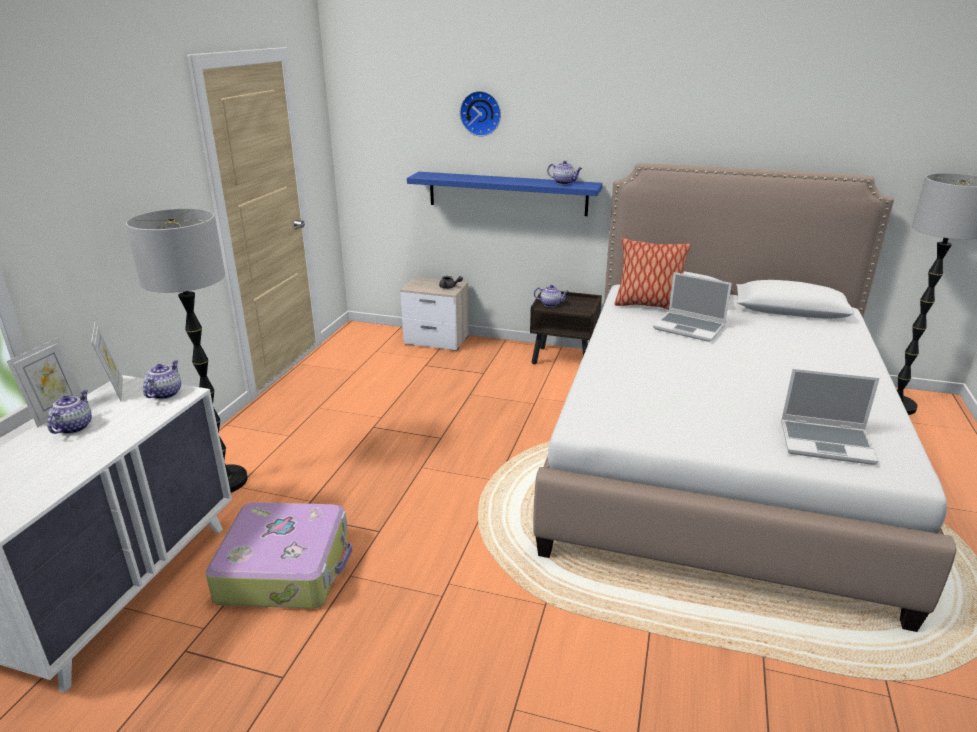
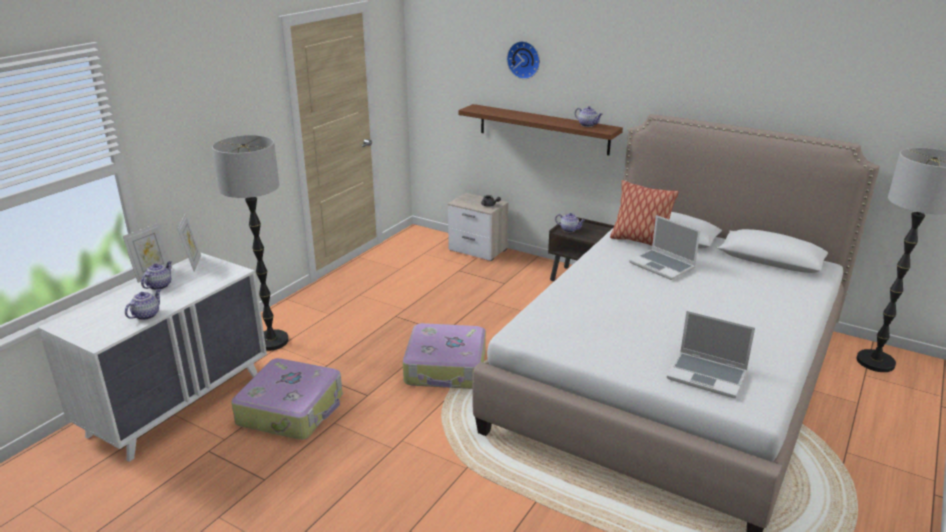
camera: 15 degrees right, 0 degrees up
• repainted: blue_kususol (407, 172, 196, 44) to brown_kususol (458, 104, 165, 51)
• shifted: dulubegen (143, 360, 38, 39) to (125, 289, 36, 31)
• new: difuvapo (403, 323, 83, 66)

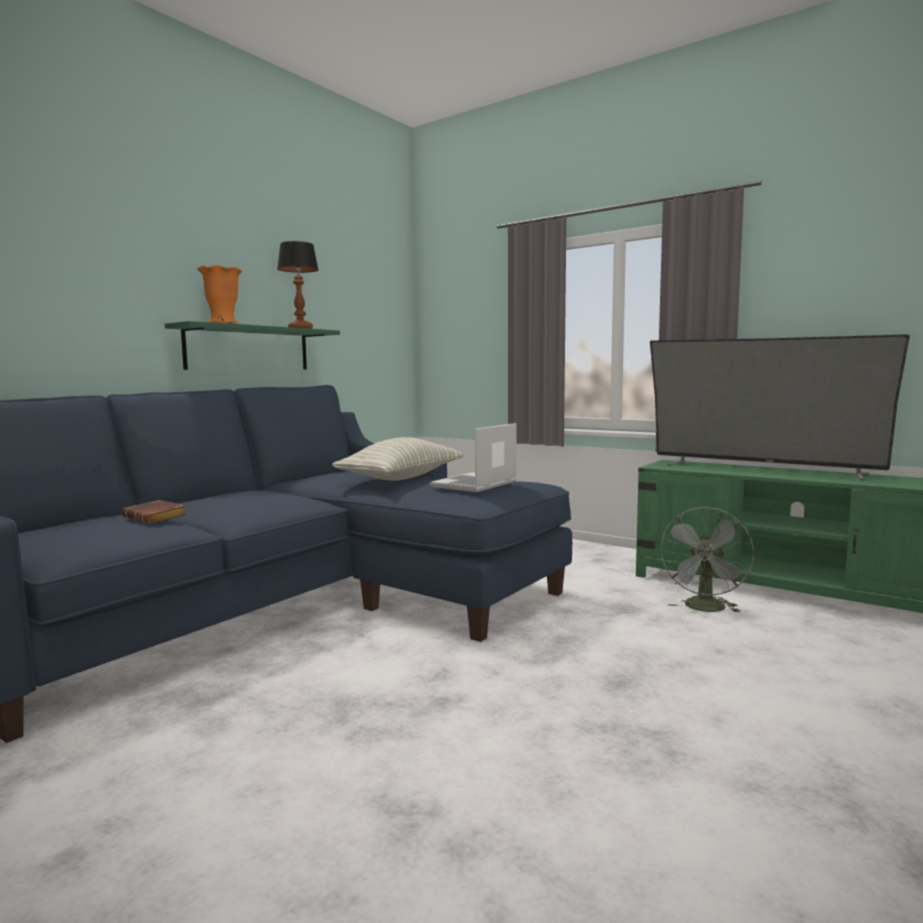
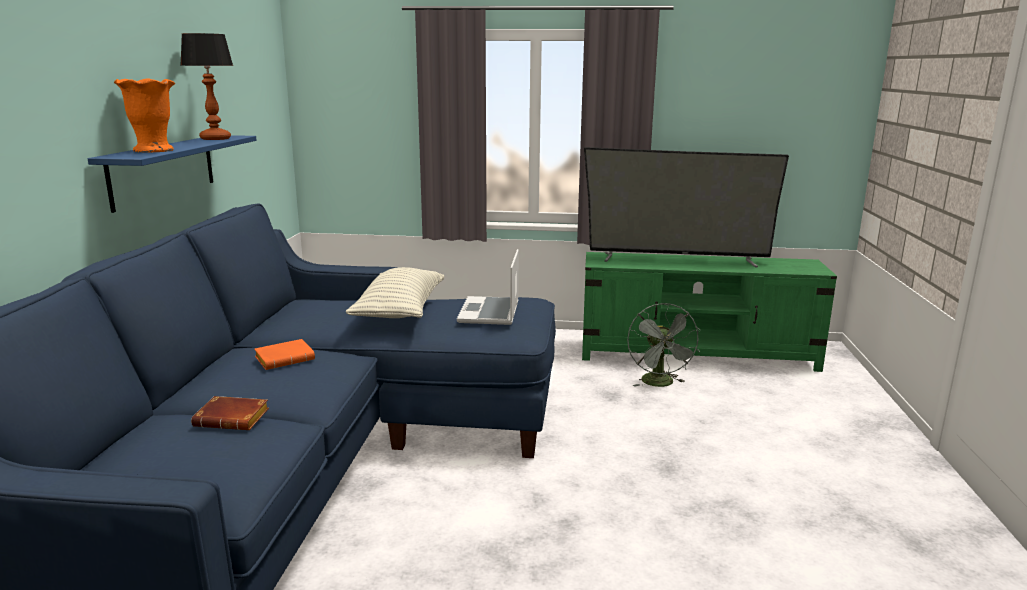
camera: 30 degrees left, 10 degrees up
• repainted: green_kususol (165, 321, 175, 49) to blue_kususol (88, 135, 168, 78)
• new: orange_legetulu (254, 339, 61, 31)

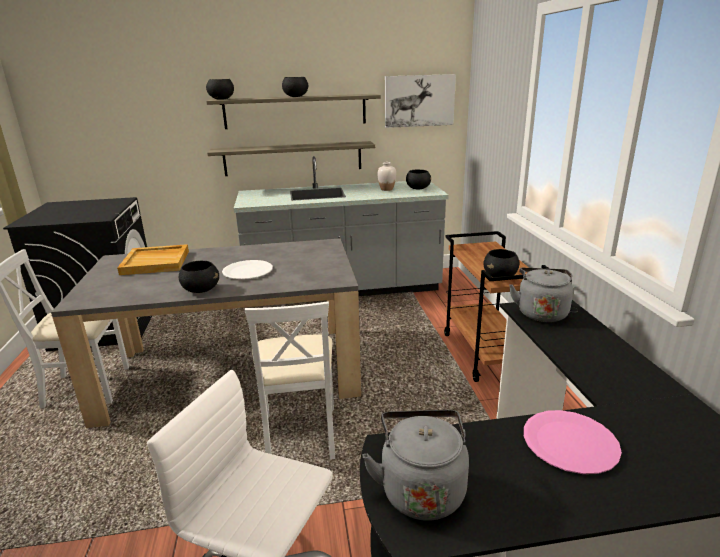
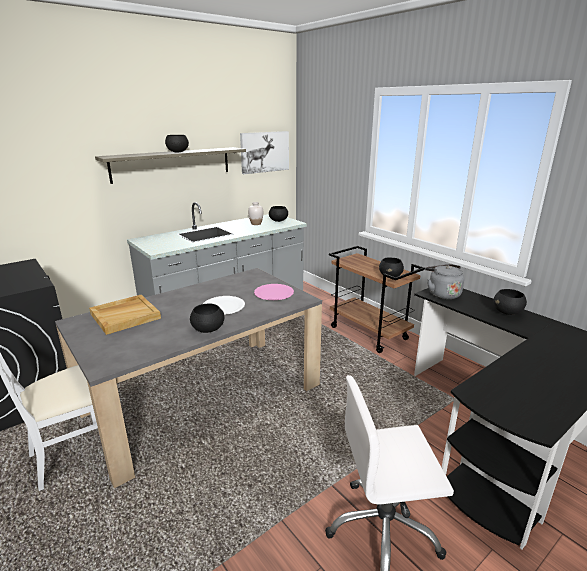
camera: 30 degrees left, 0 degrees up
• shifted: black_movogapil (206, 79, 28, 21) to (493, 289, 34, 26)
• gone: kususol (207, 141, 168, 35)
• gone: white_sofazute (245, 301, 90, 159)
• gone: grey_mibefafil (362, 410, 107, 111)
• shifted: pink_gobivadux (524, 410, 98, 64) to (254, 284, 40, 16)

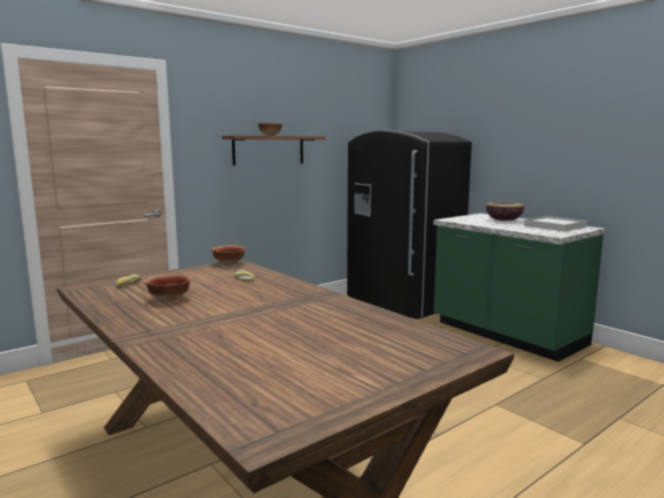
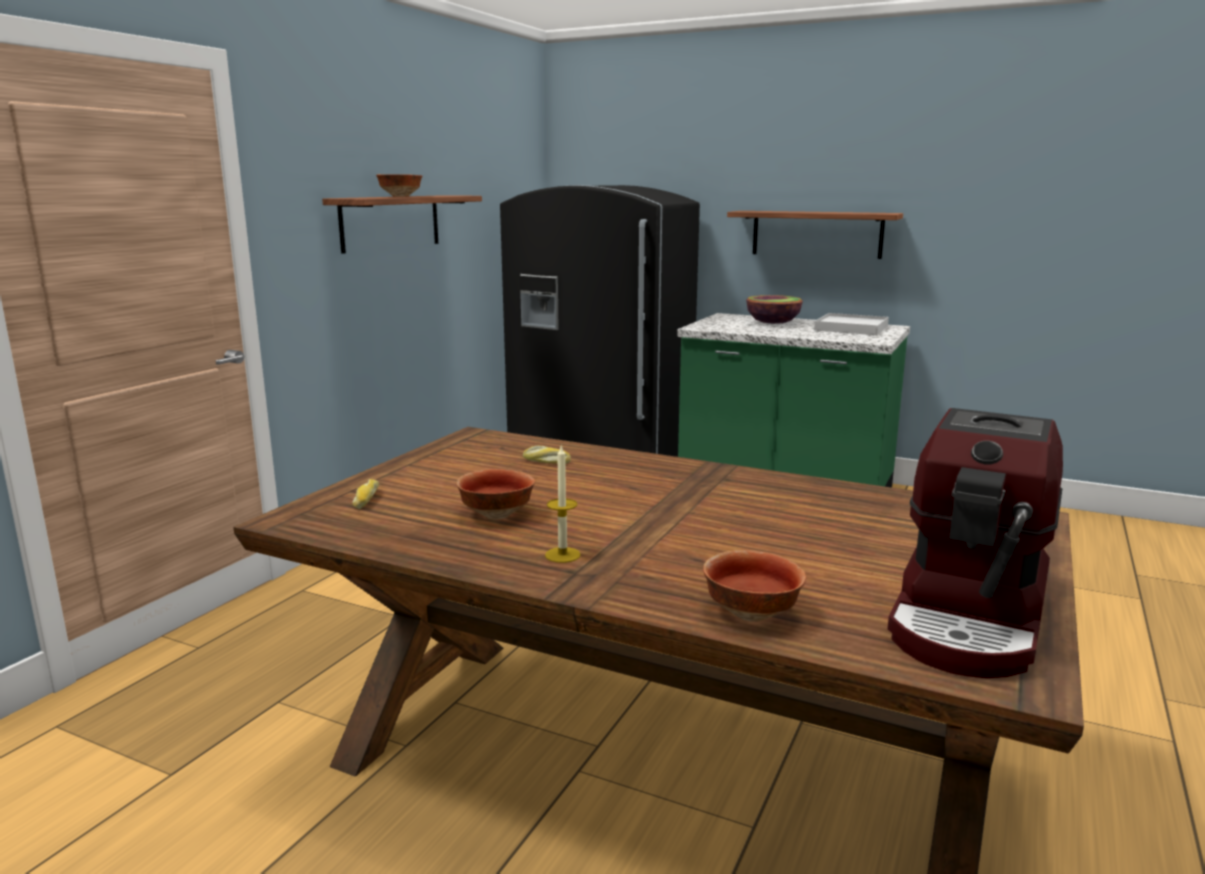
camera: 25 degrees left, 5 degrees up
• shifted: movogapil (211, 245, 34, 20) to (703, 550, 103, 72)
• new: kususol (727, 211, 176, 48)
• new: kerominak (887, 408, 176, 270)
• new: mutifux (545, 444, 36, 119)

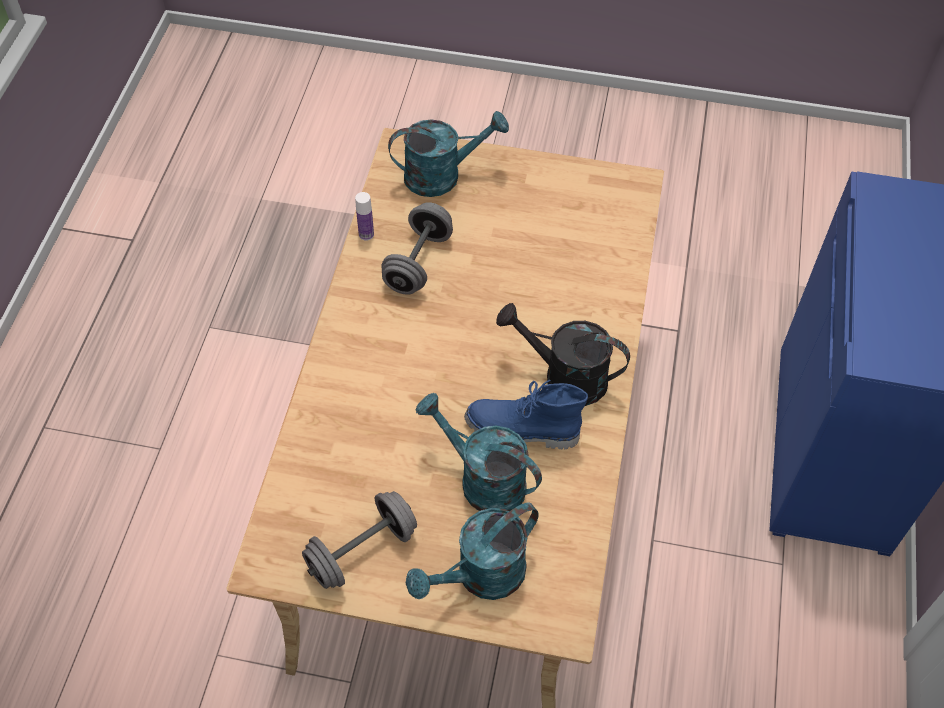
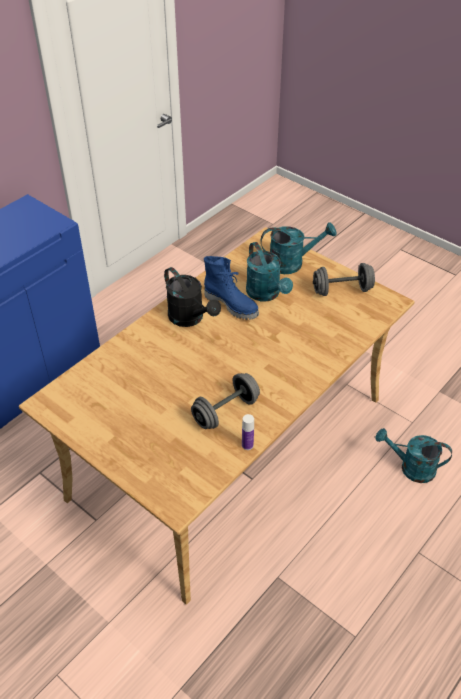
camera: 150 degrees left, 10 degrees down
• shifted: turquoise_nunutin (388, 111, 121, 86) to (375, 428, 77, 55)

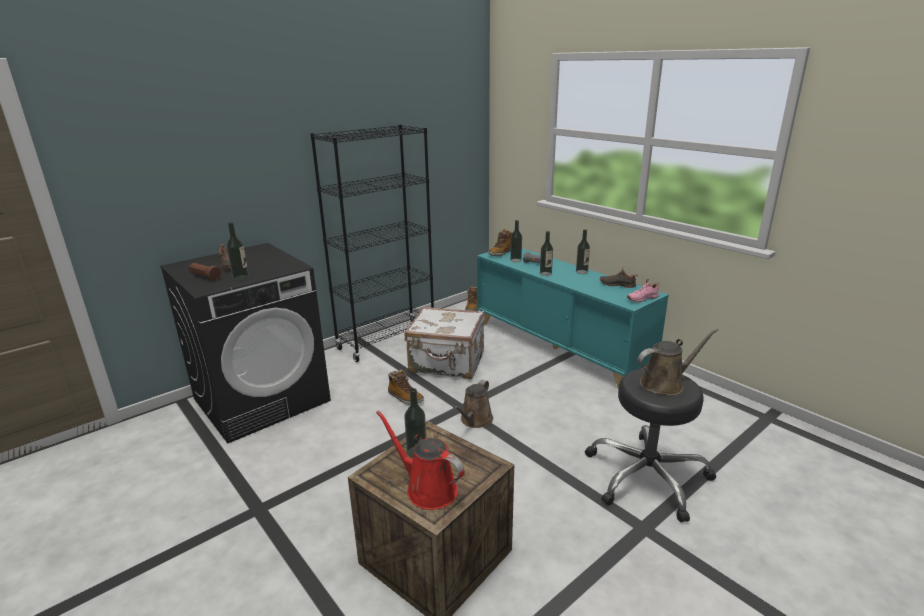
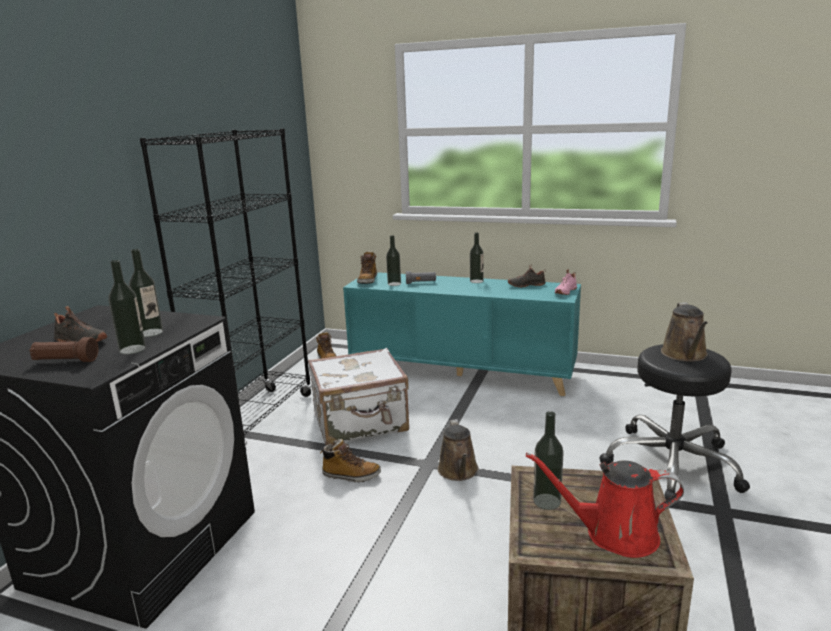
camera: 30 degrees left, 5 degrees down
• shifted: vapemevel (540, 231, 13, 45) to (129, 249, 34, 88)
• rotated: brown_nunutin (638, 328, 80, 67) = (661, 302, 47, 60) 150 degrees clockwise

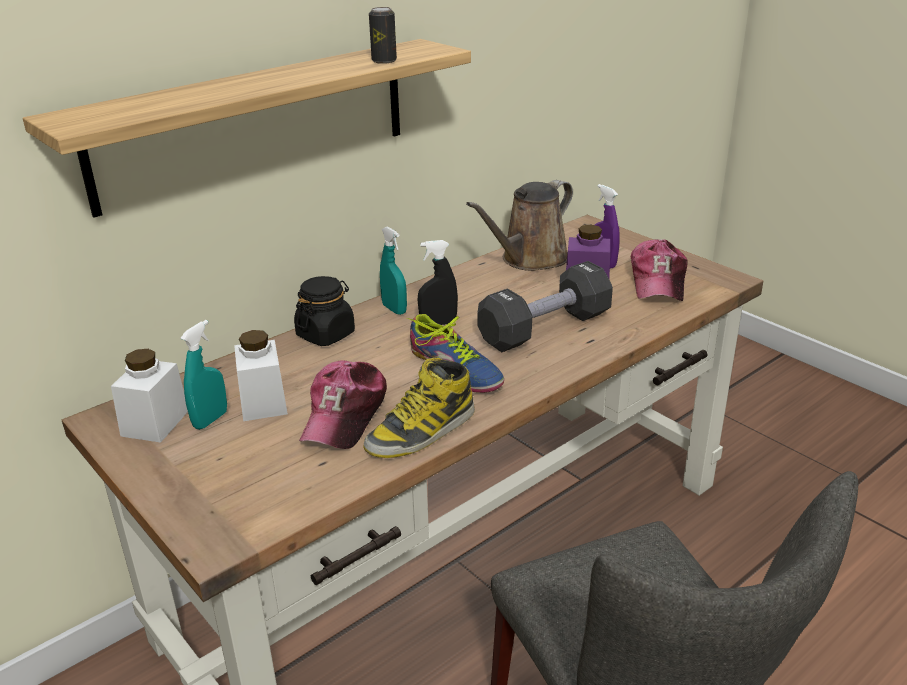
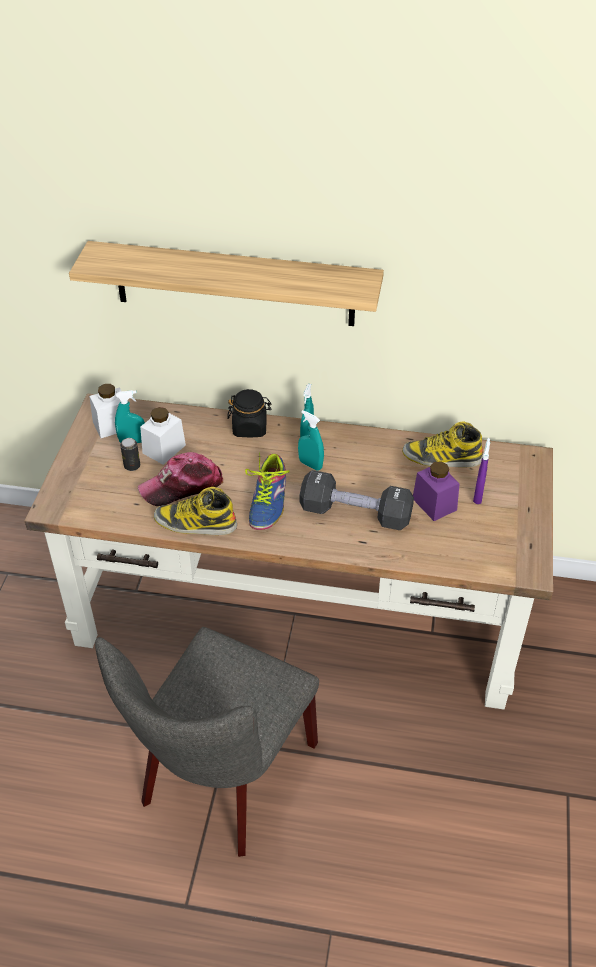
camera: 50 degrees right, 15 degrees up
• shifted: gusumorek (369, 7, 28, 57) to (120, 438, 20, 33)
• swapped: brown_nunutin (466, 180, 107, 91) to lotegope (402, 422, 81, 45)
• gone: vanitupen (631, 239, 57, 62)
• repainted: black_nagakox (418, 240, 40, 85) to turquoise_nagakox (298, 410, 26, 61)

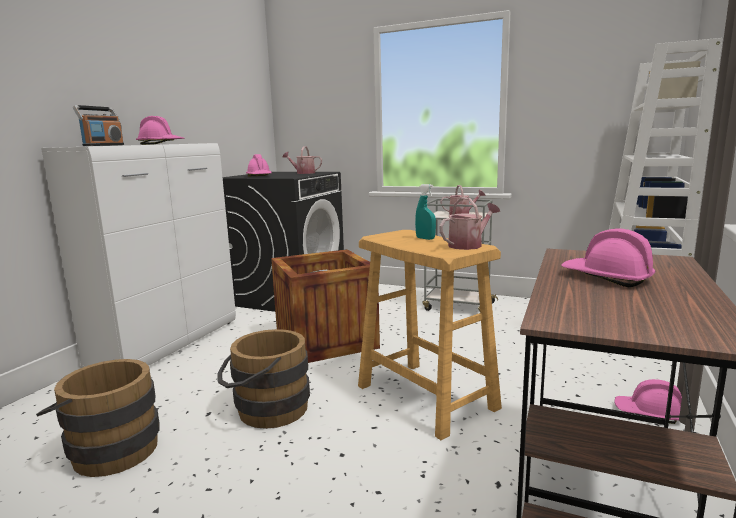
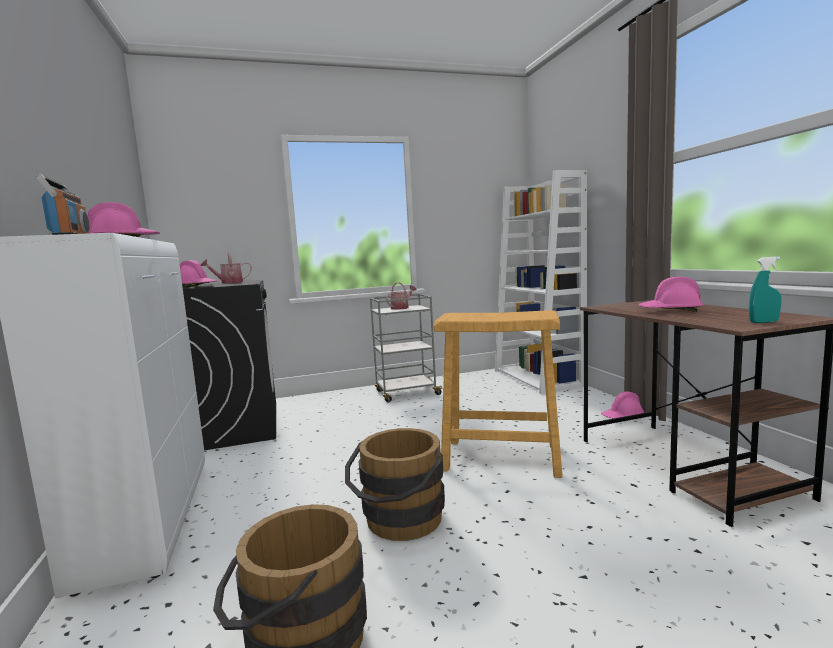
camera: 40 degrees left, 5 degrees down
• shifted: turquoise_nagakox (415, 184, 21, 56) to (749, 256, 32, 67)
• gone: nunutin (439, 197, 61, 53)
• gone: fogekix (271, 249, 109, 114)

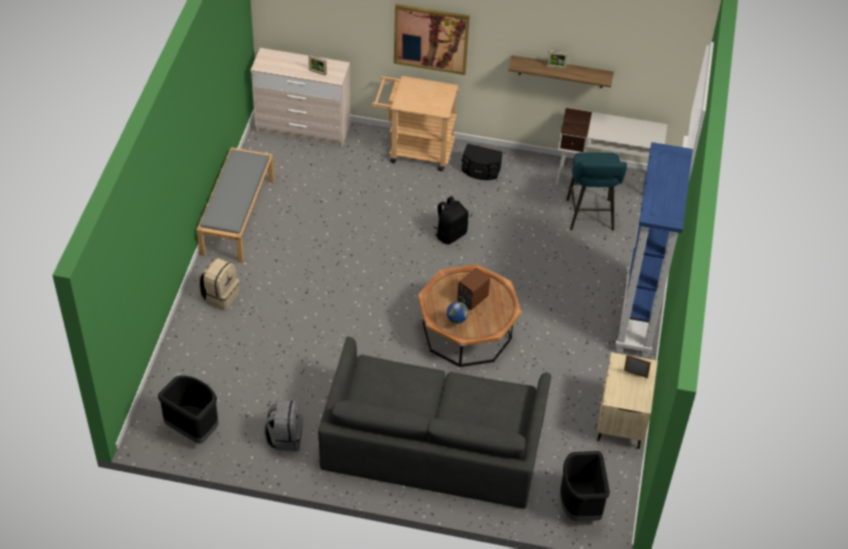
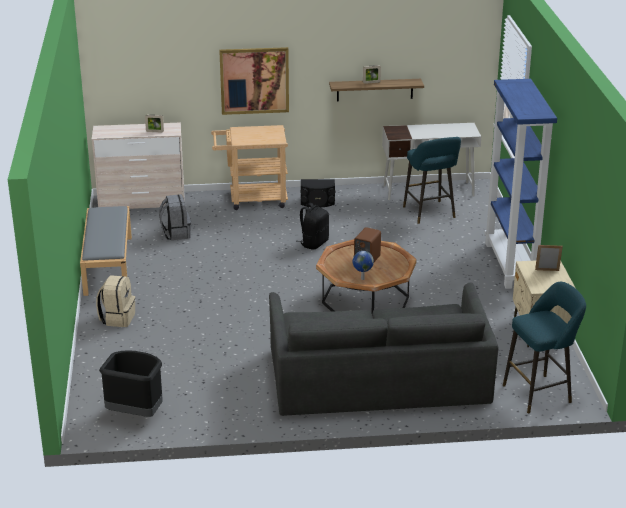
camera: 15 degrees left, 20 degrees down
• shifted: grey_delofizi (264, 400, 39, 51) to (159, 194, 32, 47)
• swapped: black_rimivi (560, 451, 50, 70) to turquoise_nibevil (503, 282, 83, 132)

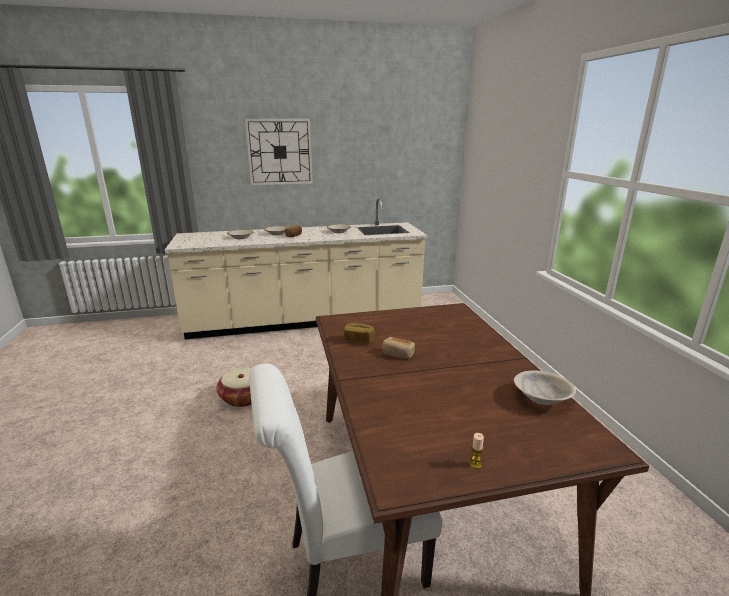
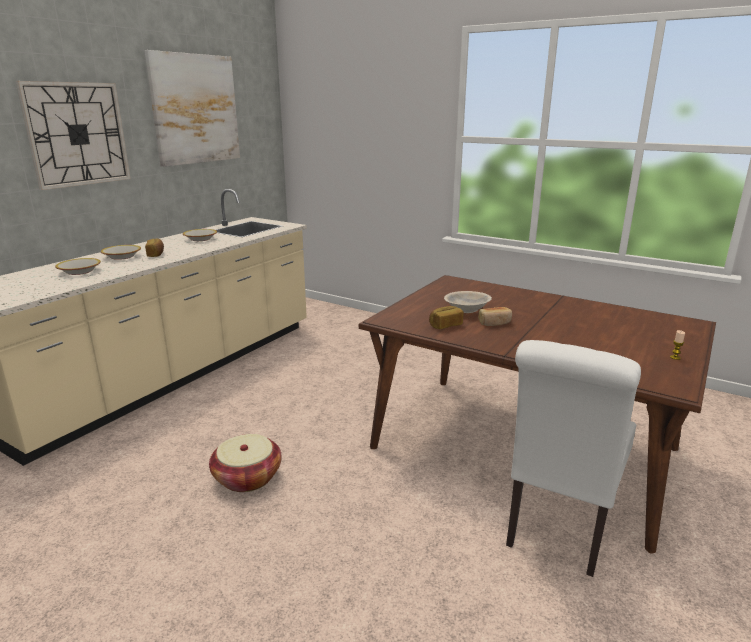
camera: 45 degrees left, 0 degrees up
• shifted: beige_movogapil (514, 371, 62, 34) to (444, 291, 48, 22)
• new: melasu (144, 50, 96, 117)

